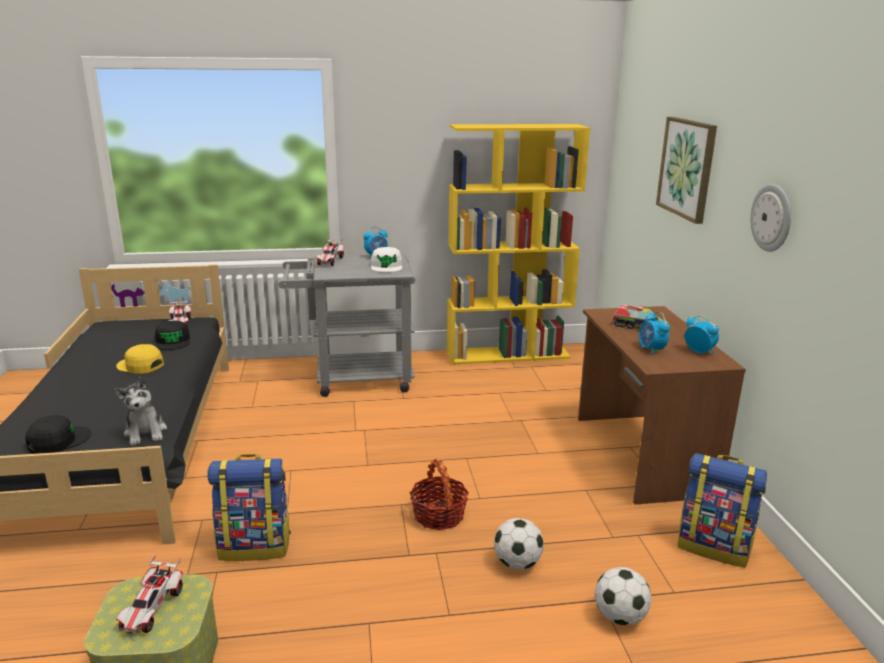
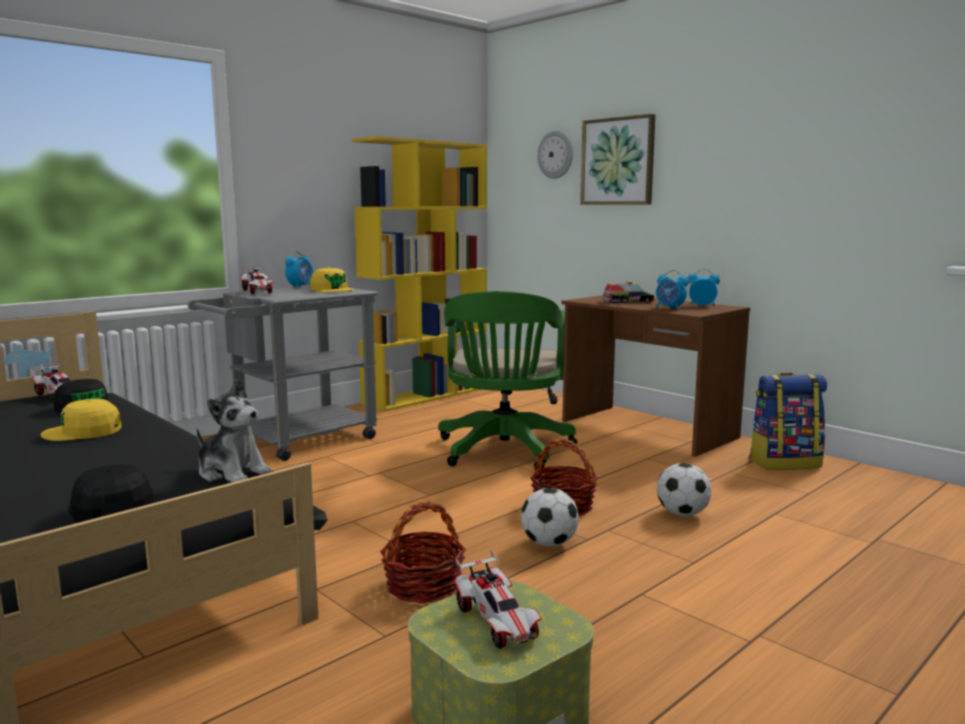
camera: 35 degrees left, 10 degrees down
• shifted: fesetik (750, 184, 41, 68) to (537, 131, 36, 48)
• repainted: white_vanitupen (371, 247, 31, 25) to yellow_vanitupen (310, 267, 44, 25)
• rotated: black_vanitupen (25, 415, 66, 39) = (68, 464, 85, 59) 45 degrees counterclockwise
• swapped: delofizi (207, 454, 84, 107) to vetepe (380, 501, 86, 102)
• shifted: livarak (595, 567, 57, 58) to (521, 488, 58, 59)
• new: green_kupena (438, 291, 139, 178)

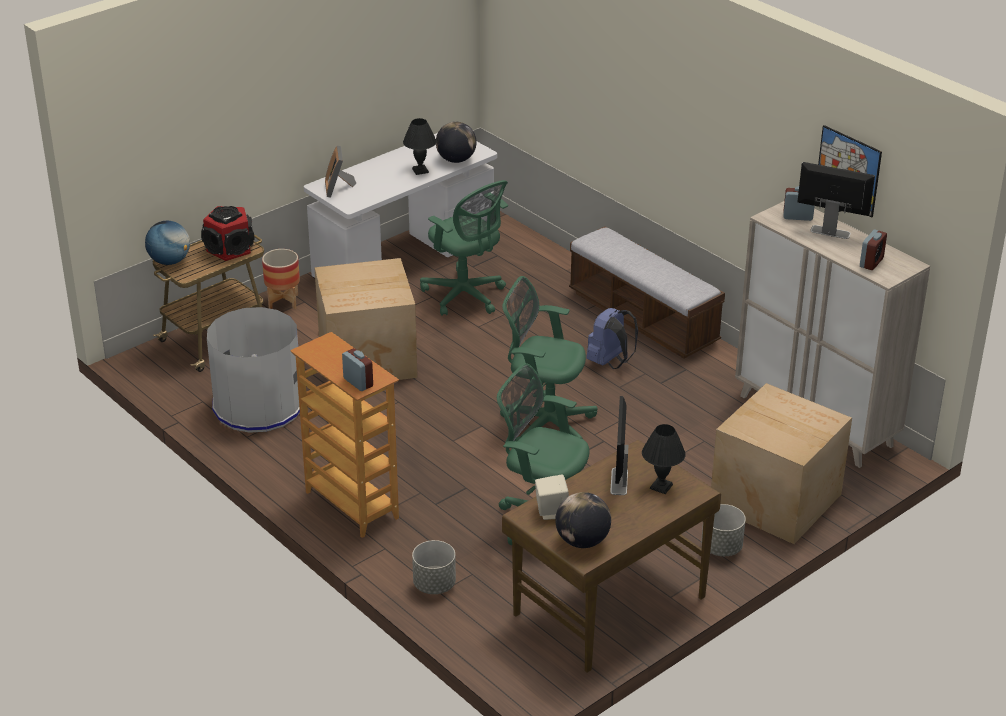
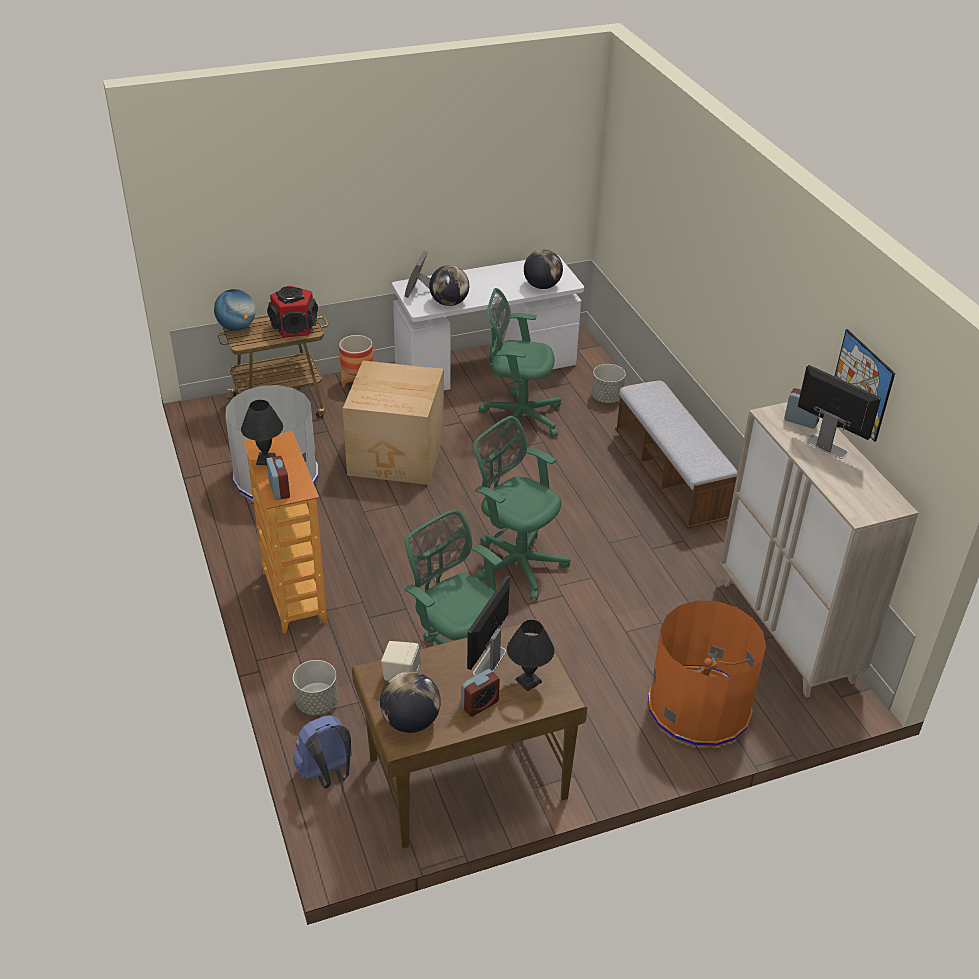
camera: 20 degrees right, 5 degrees up
• shifted: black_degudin (403, 118, 34, 57) to (241, 400, 42, 65)
• rotated: green_kupena (420, 180, 88, 136) = (479, 288, 82, 149) 120 degrees clockwise
• shifted: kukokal (860, 230, 27, 40) to (461, 669, 39, 48)
• shifted: blue_delofizi (586, 308, 52, 61) to (293, 715, 59, 73)
• swapped: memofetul (711, 383, 141, 161) to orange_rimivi (648, 601, 118, 146)
• shifted: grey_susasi (701, 504, 45, 52) to (592, 364, 34, 39)
• new: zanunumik (429, 265, 40, 41)

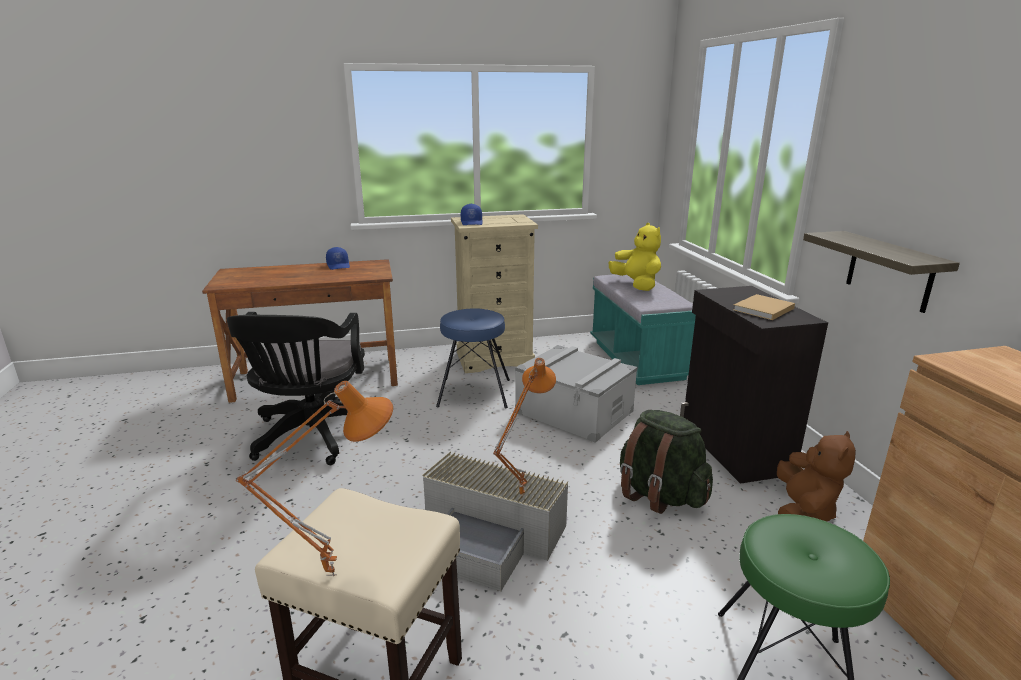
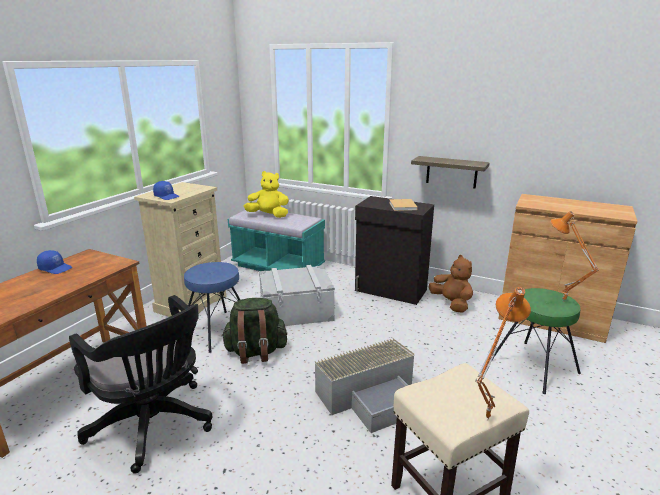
camera: 50 degrees left, 0 degrees up
• shifted: orange_degudin (493, 358, 63, 139) to (550, 211, 49, 90)
• shifted: green_delofizi (620, 410, 93, 104) to (221, 298, 66, 66)

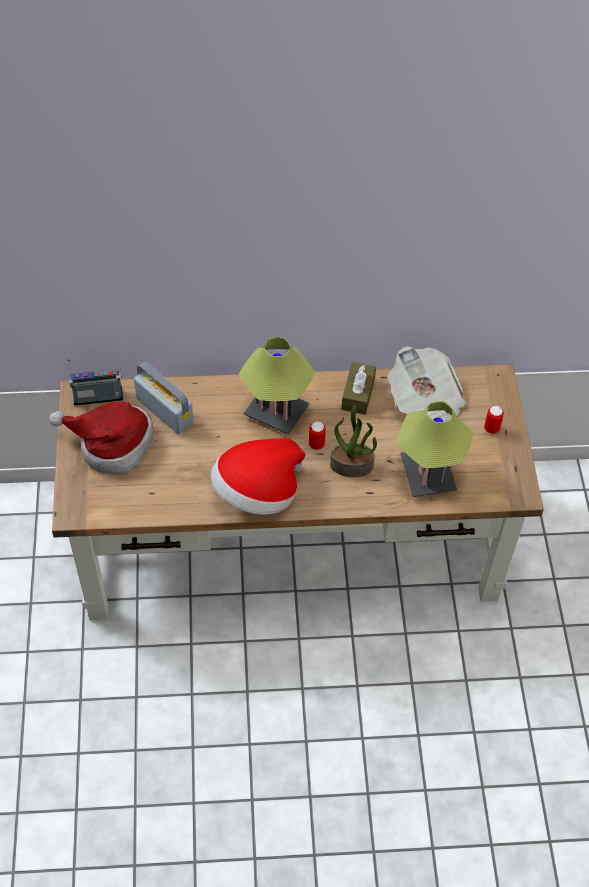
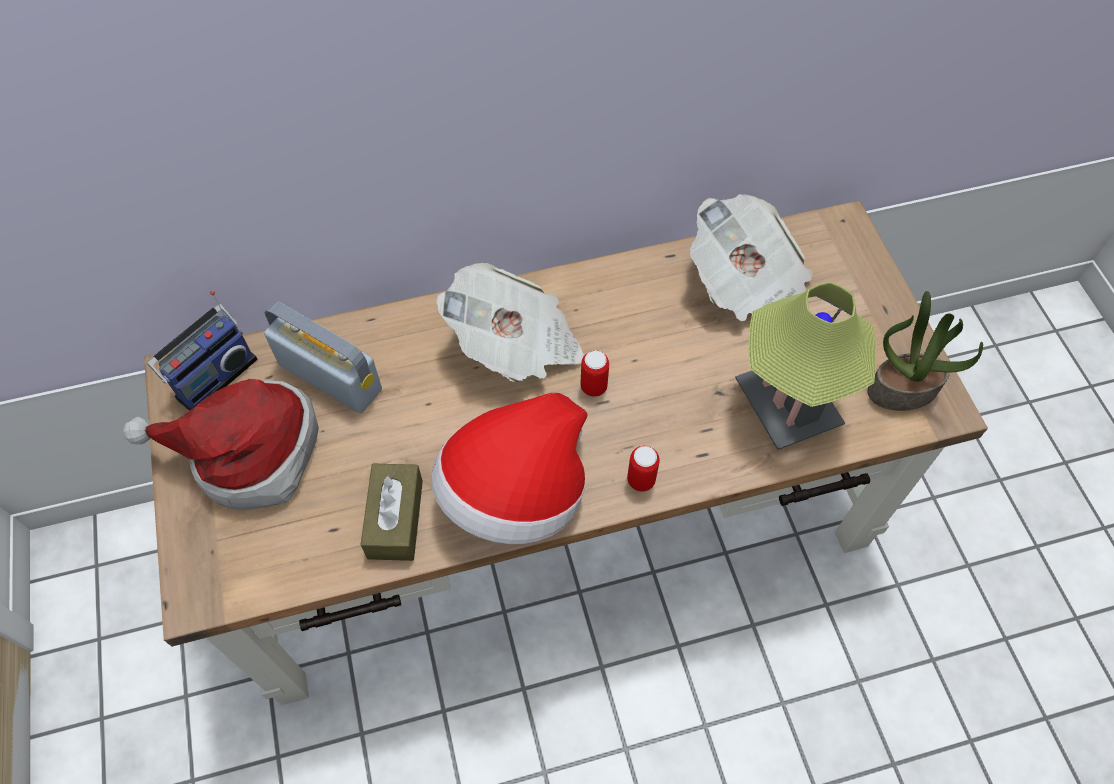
camera: 10 degrees left, 5 degrees up
• swapped: degudin (239, 337, 76, 98) to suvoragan (436, 263, 148, 119)
• rotated: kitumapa (67, 359, 56, 46) = (147, 291, 111, 120) 150 degrees clockwise
• shifted: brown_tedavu (341, 362, 35, 53) to (360, 464, 63, 97)
• shifted: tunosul (330, 405, 47, 72) to (867, 291, 116, 120)
• shifted: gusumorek (484, 406, 20, 28) to (627, 446, 33, 45)

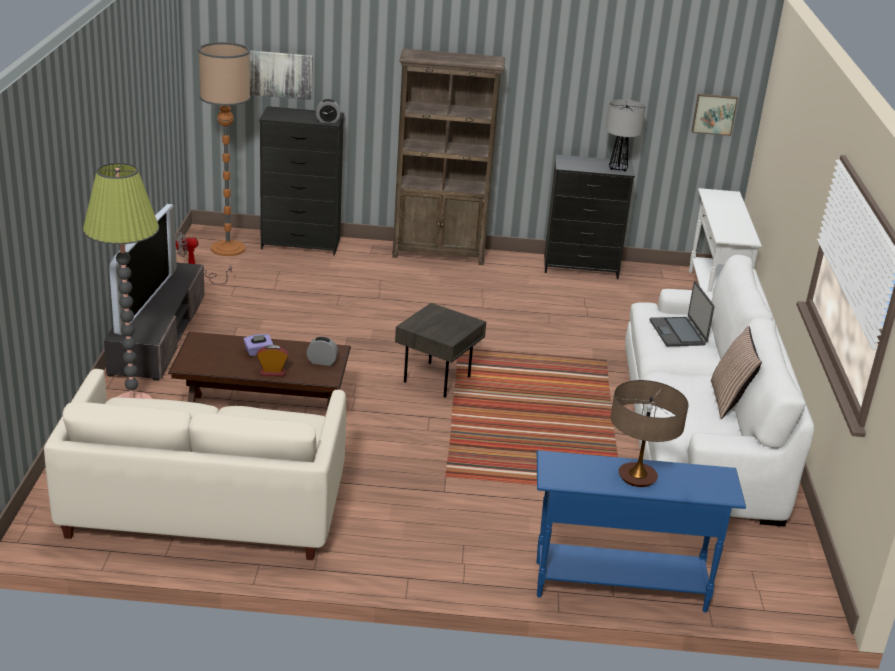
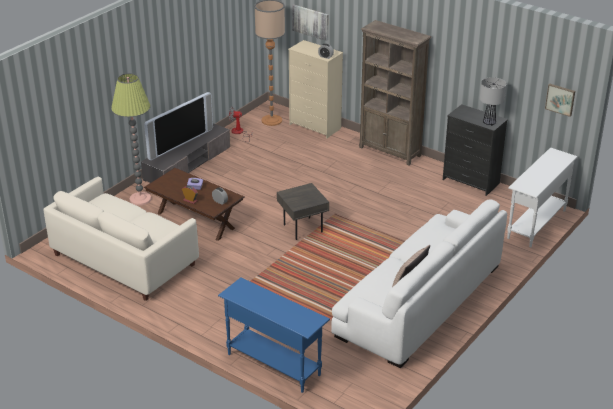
camera: 35 degrees right, 5 degrees up
• repainted: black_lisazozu (259, 106, 85, 149) to beige_lisazozu (288, 40, 55, 98)
• gone: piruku (650, 281, 65, 65)
• gone: degudin (611, 380, 77, 107)

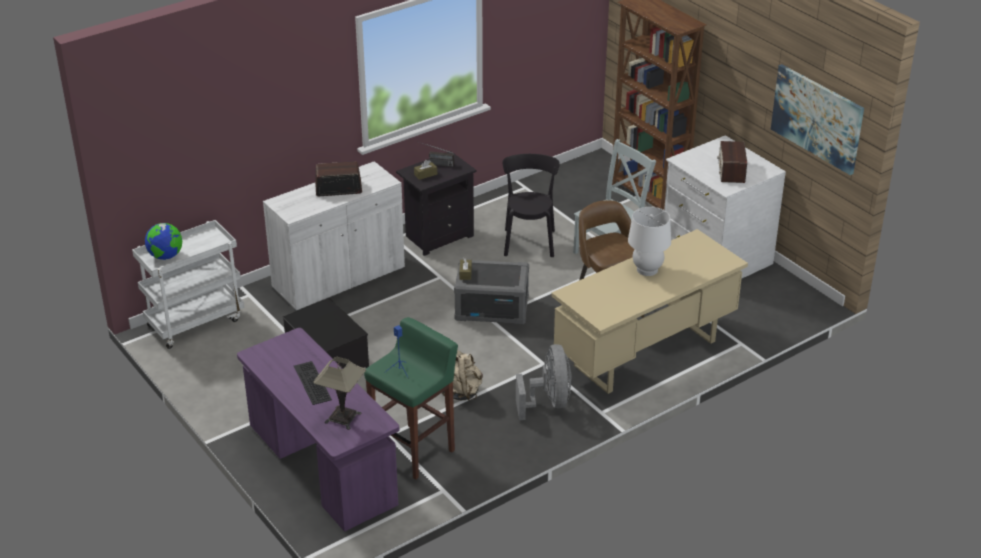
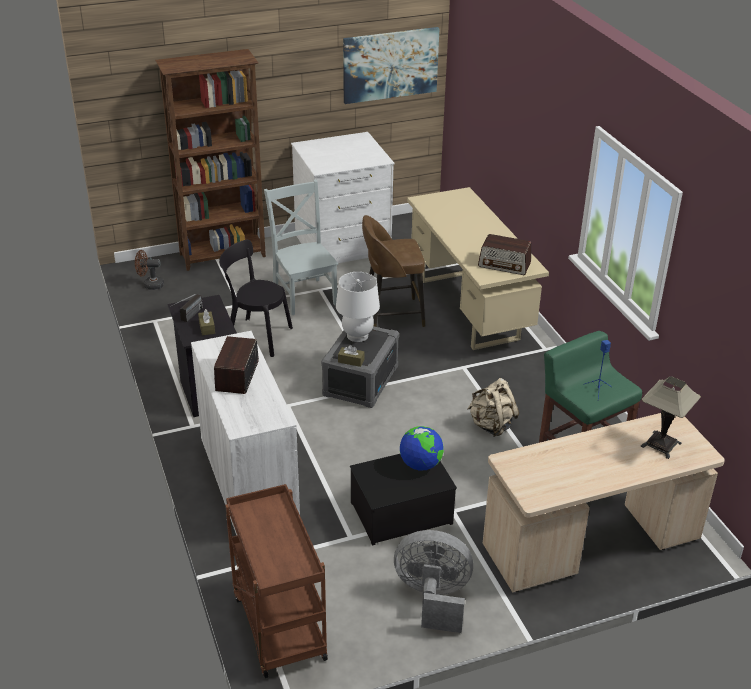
camera: 75 degrees left, 0 degrees up
• shifted: kitumapa (717, 141, 30, 42) to (478, 234, 53, 41)
• shifted: white_degudin (628, 207, 43, 69) to (336, 272, 44, 70)
• repainted: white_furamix (132, 220, 112, 129) to brown_furamix (225, 484, 103, 194)
• shifted: zanunumik (145, 223, 37, 37) to (400, 426, 44, 45)
• repainted: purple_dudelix (237, 328, 162, 204) to beige_dudelix (483, 413, 242, 180)
• shifted: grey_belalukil (516, 344, 56, 76) to (394, 530, 79, 103)
• gone: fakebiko (294, 361, 38, 44)
• new: brown_belalukil (135, 250, 29, 40)

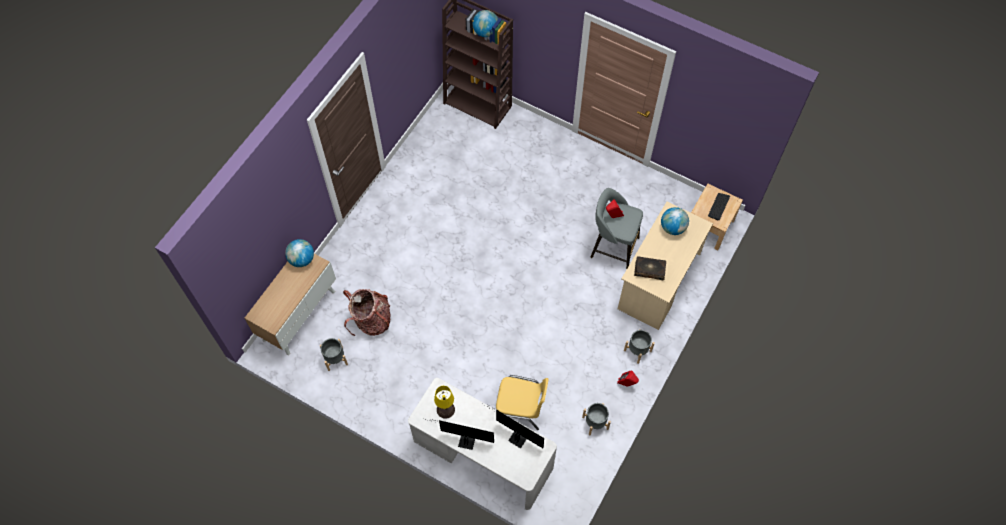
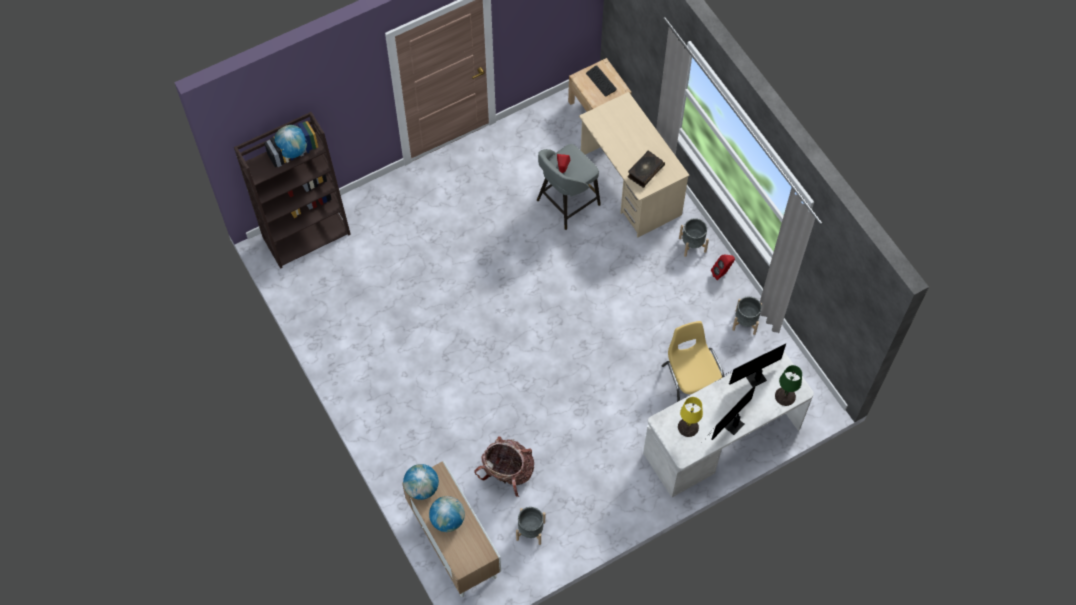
camera: 60 degrees left, 0 degrees up
• shifted: zanunumik (661, 207, 28, 28) to (429, 496, 36, 36)
• rotated: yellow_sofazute (496, 375, 53, 55) = (662, 321, 62, 81) 60 degrees counterclockwise
• new: green_degudin (775, 365, 27, 41)

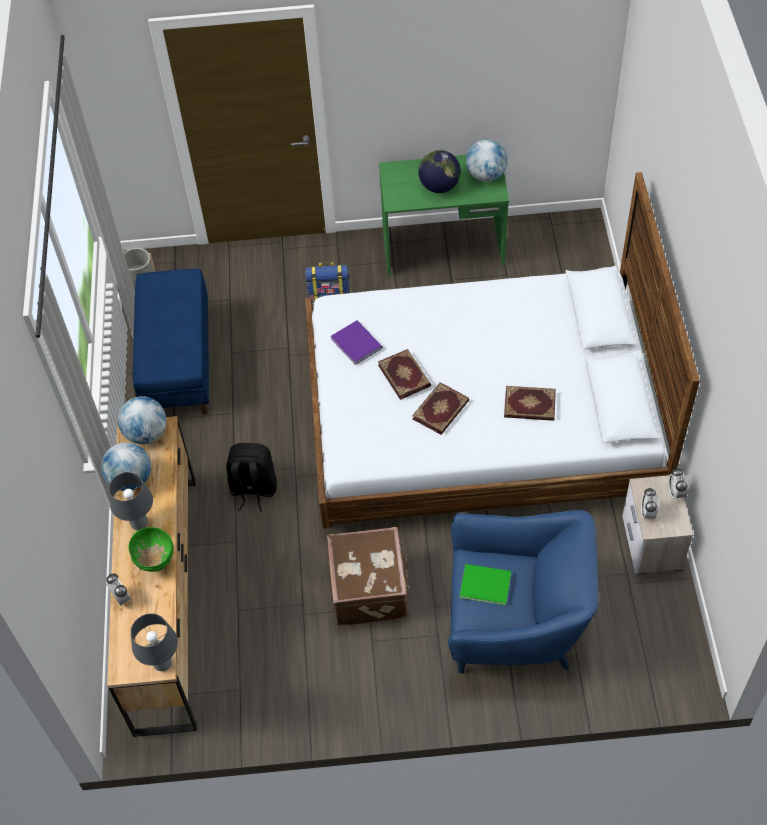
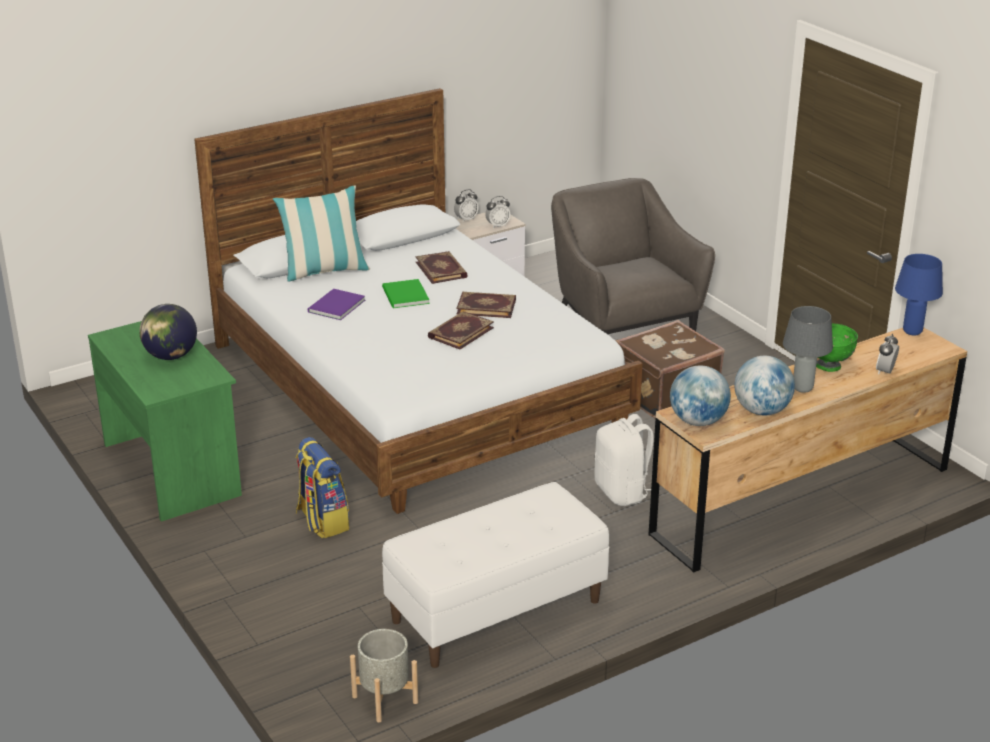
camera: 120 degrees left, 25 degrees down
• gone: zanunumik (466, 139, 42, 43)
• repainted: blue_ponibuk (133, 268, 76, 147) to white_ponibuk (382, 482, 228, 186)
• shifted: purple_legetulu (331, 320, 51, 45) to (308, 289, 57, 31)
• repainted: black_delofizi (226, 443, 51, 69) to white_delofizi (594, 414, 60, 92)
• repainted: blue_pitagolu (448, 510, 150, 163) to grey_pitagolu (551, 178, 164, 156)
• shifted: green_legetulu (460, 564, 51, 41) to (382, 279, 48, 29)
• repainted: grey_degudin (131, 613, 47, 58) to blue_degudin (895, 254, 48, 81)
• new: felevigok (273, 185, 97, 97)

